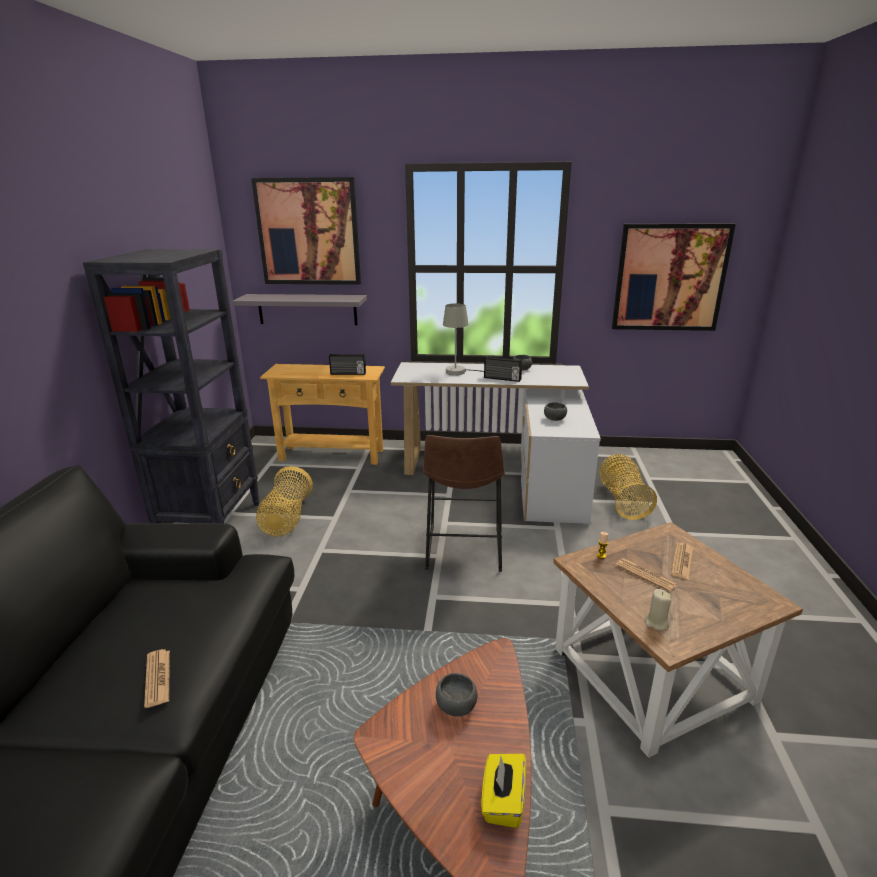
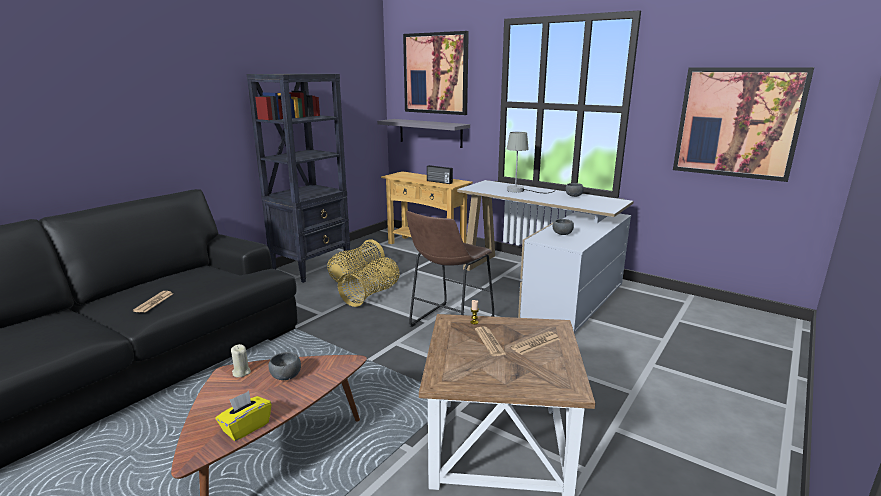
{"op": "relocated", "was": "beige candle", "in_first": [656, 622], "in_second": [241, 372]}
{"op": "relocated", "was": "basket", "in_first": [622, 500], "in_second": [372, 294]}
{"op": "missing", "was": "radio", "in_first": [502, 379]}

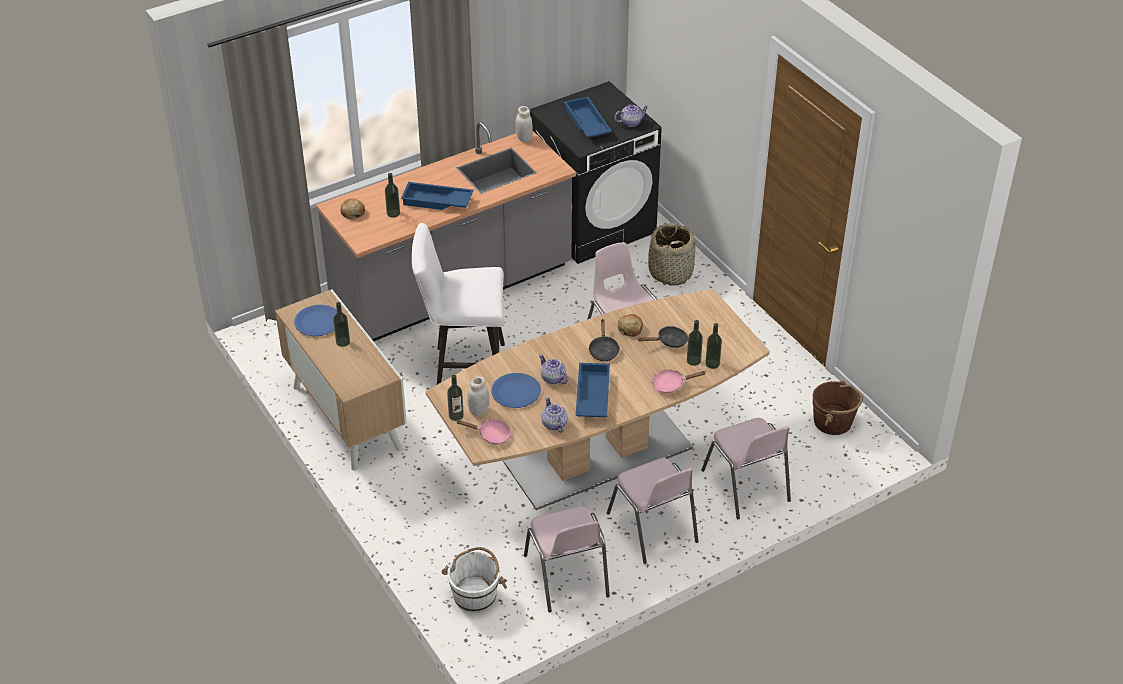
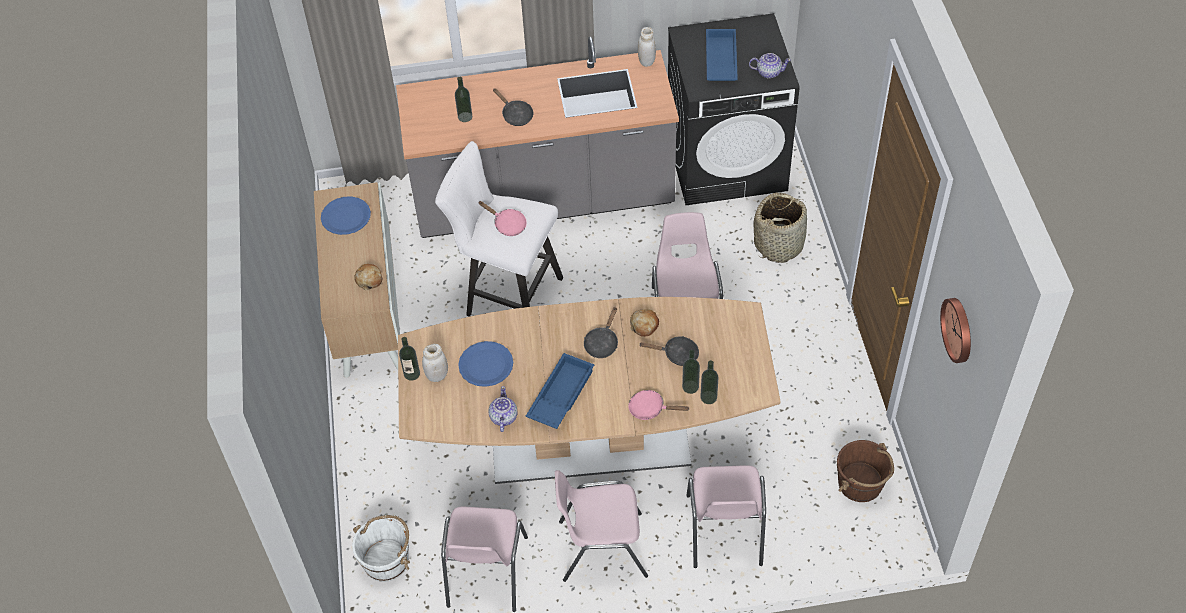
{"op": "relocated", "was": "bread", "in_first": [352, 212], "in_second": [369, 279]}
{"op": "relocated", "was": "pink frying pan", "in_first": [491, 435], "in_second": [507, 224]}
{"op": "exchanged", "was": "blue tray", "now": "black frying pan", "in_first": [436, 201], "in_second": [515, 115]}
{"op": "spun", "was": "pink chair", "in_first": [653, 528], "in_second": [601, 547], "clockwise": 90}
{"op": "appeared", "now": "wall clock", "in_second": [959, 329]}
{"op": "missing", "was": "bottle", "in_first": [343, 342]}
{"op": "missing", "was": "teapot", "in_first": [553, 378]}

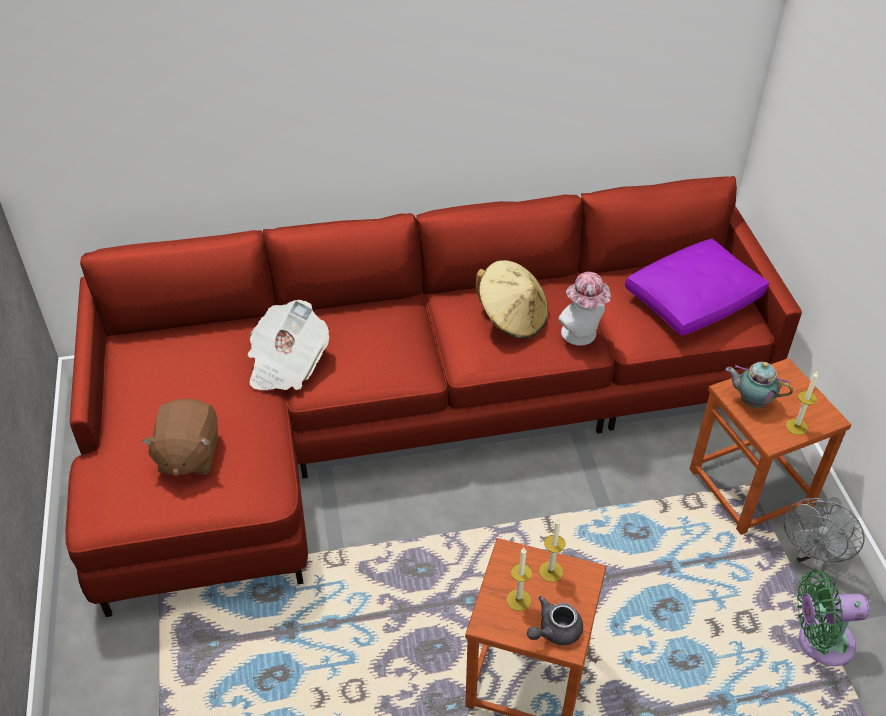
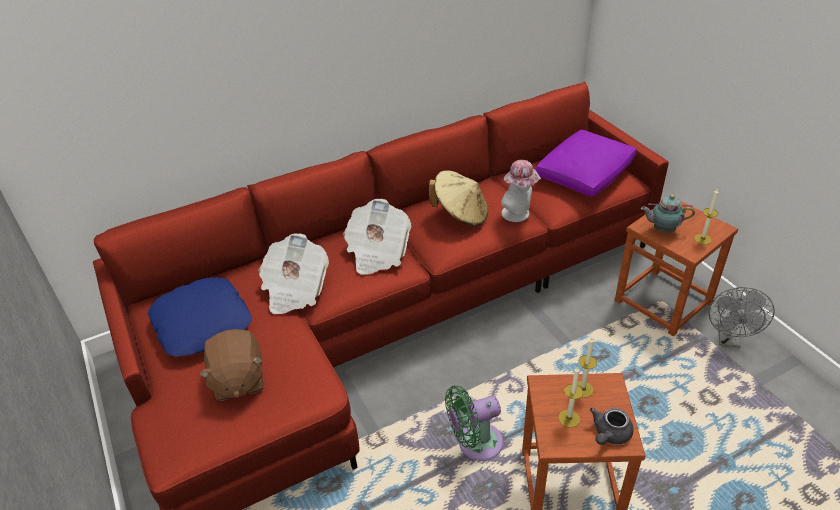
{"op": "appeared", "now": "blue pillow", "in_second": [203, 323]}
{"op": "appeared", "now": "newspaper", "in_second": [377, 252]}
{"op": "relocated", "was": "green fan", "in_first": [819, 642], "in_second": [475, 444]}

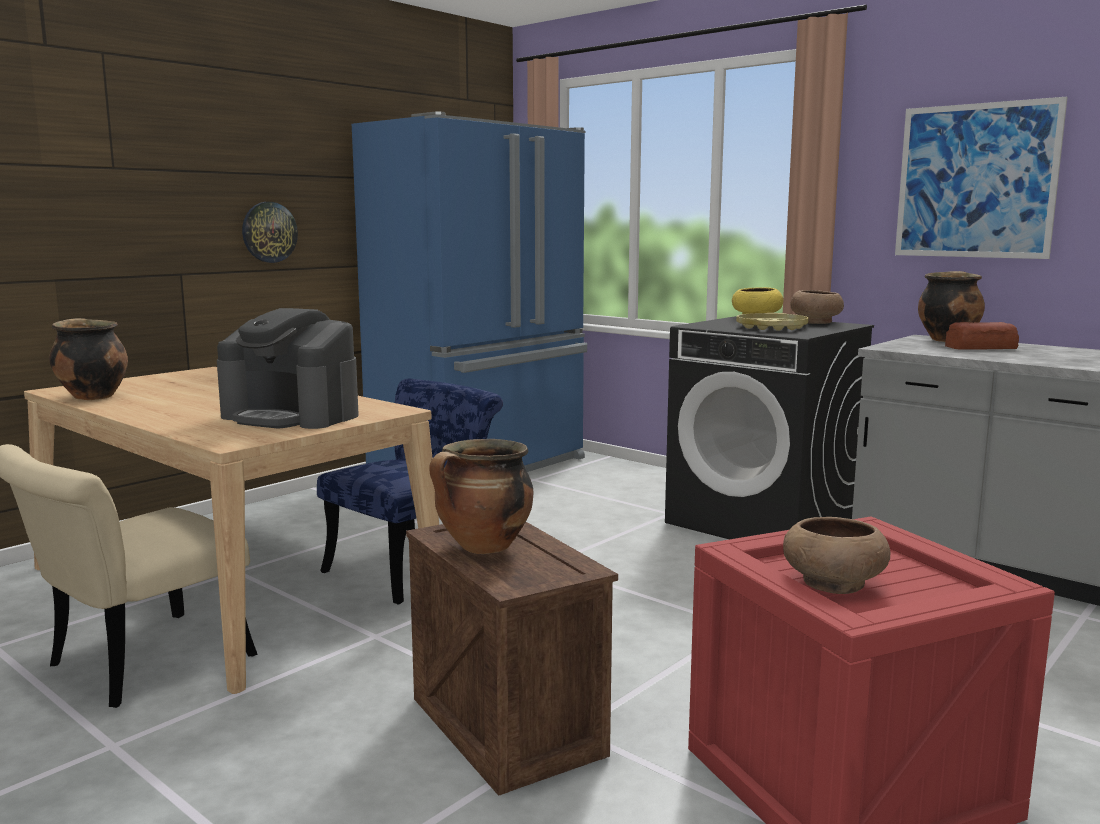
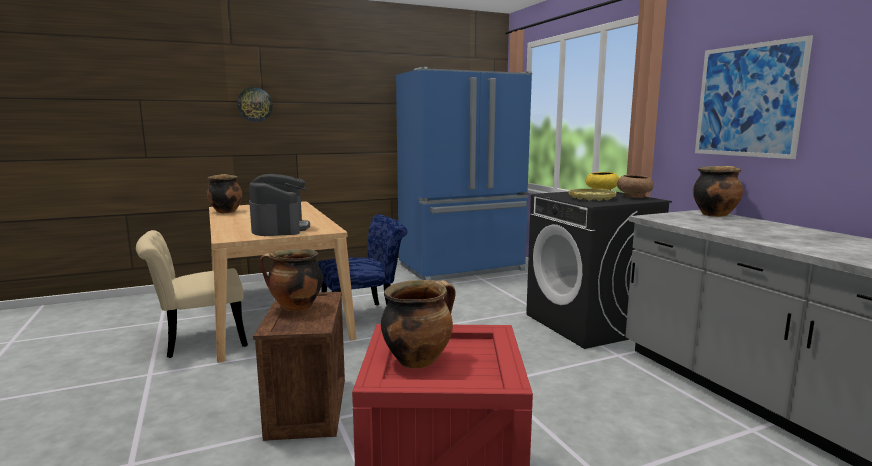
{"op": "relocated", "was": "wall clock", "in_first": [269, 232], "in_second": [254, 104]}
{"op": "spun", "was": "coffee machine", "in_first": [292, 416], "in_second": [280, 228], "clockwise": -150}
{"op": "exchanged", "was": "brown bowl", "now": "cooking pot", "in_first": [832, 583], "in_second": [418, 360]}
{"op": "missing", "was": "bread", "in_first": [981, 347]}

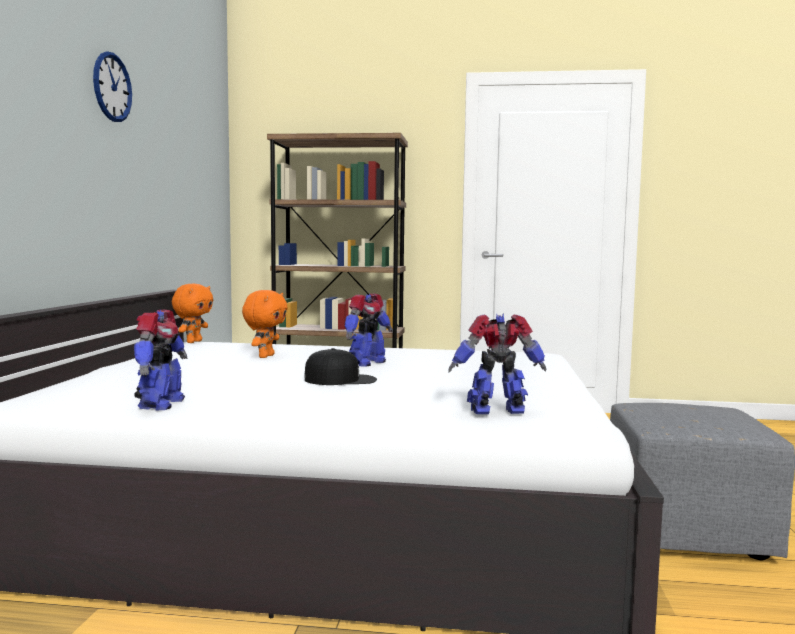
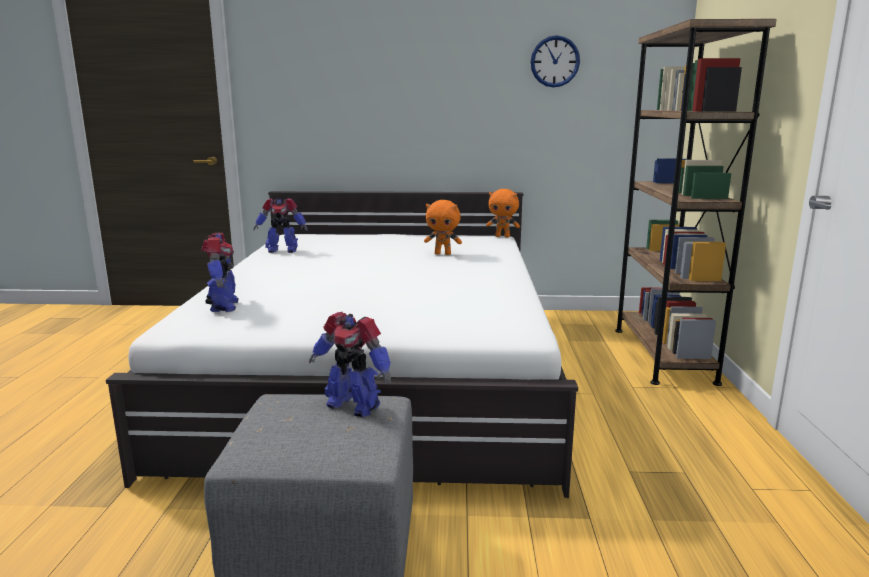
{"op": "relocated", "was": "toy robot", "in_first": [366, 363], "in_second": [353, 405]}
{"op": "relocated", "was": "wall clock", "in_first": [112, 87], "in_second": [555, 61]}
{"op": "missing", "was": "black cap", "in_first": [341, 379]}

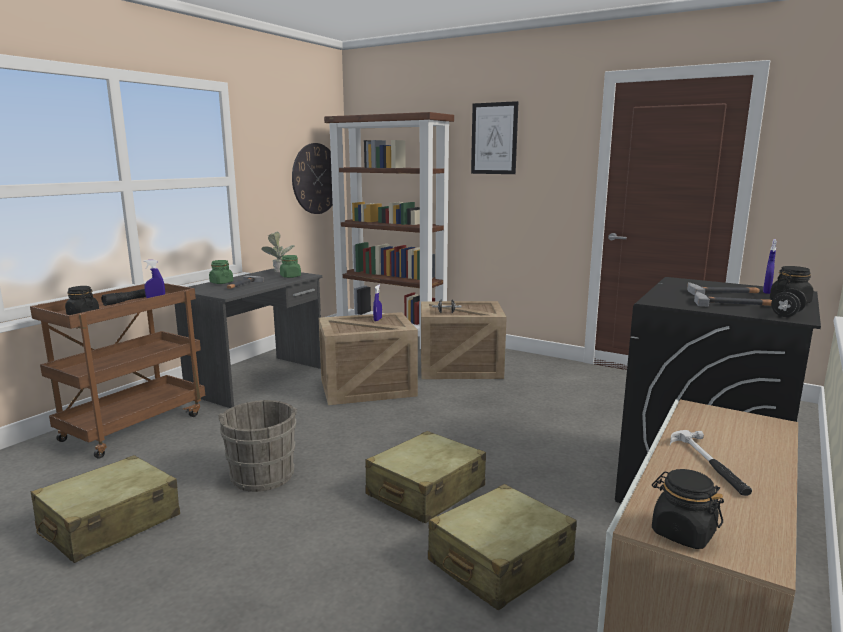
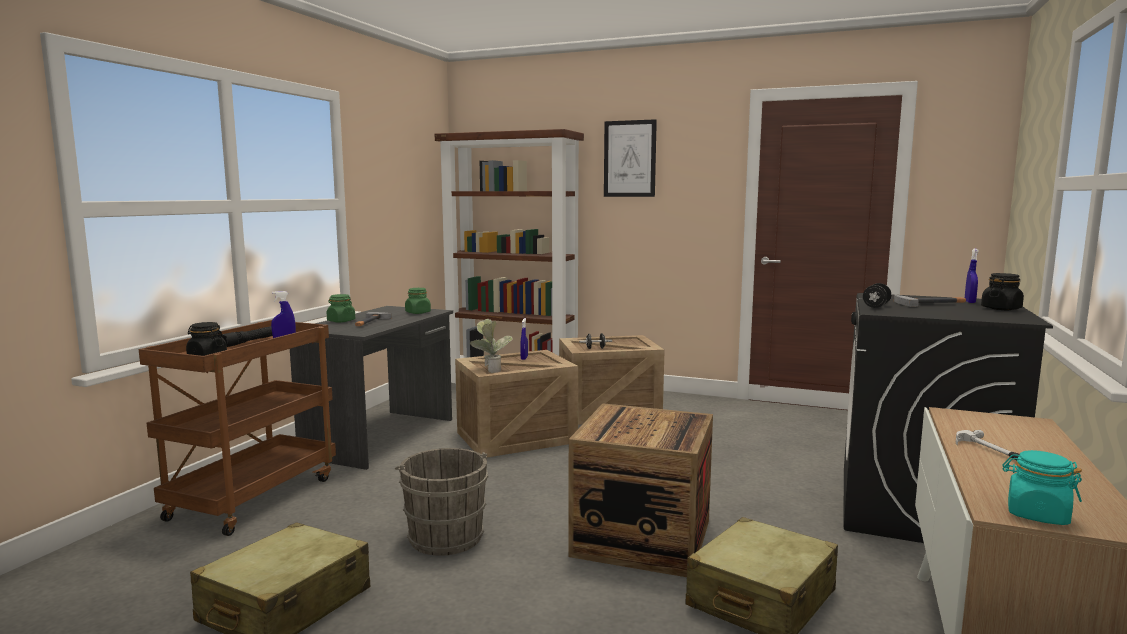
{"op": "relocated", "was": "potted plant", "in_first": [279, 270], "in_second": [490, 370]}
{"op": "exchanged", "was": "beige suitcase", "now": "crate", "in_first": [425, 491], "in_second": [642, 538]}
{"op": "relocated", "was": "black dumbbell", "in_first": [786, 315], "in_second": [876, 306]}
{"op": "colour", "was": "black jar", "now": "turquoise jar", "in_first": [682, 533], "in_second": [1036, 514]}
{"op": "missing", "was": "wall clock", "in_first": [316, 179]}
{"op": "missing", "was": "hammer", "in_first": [732, 304]}

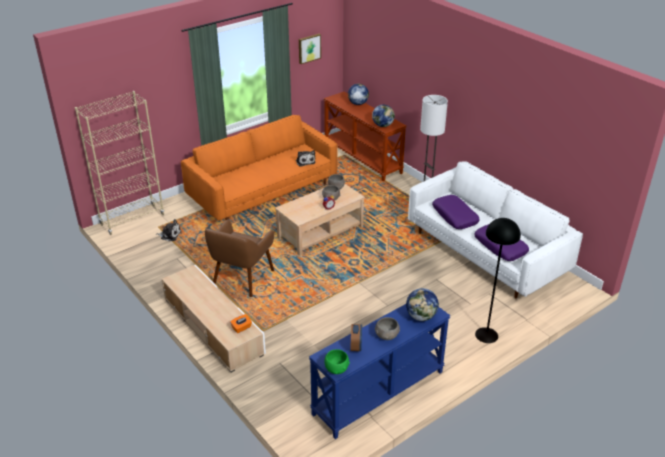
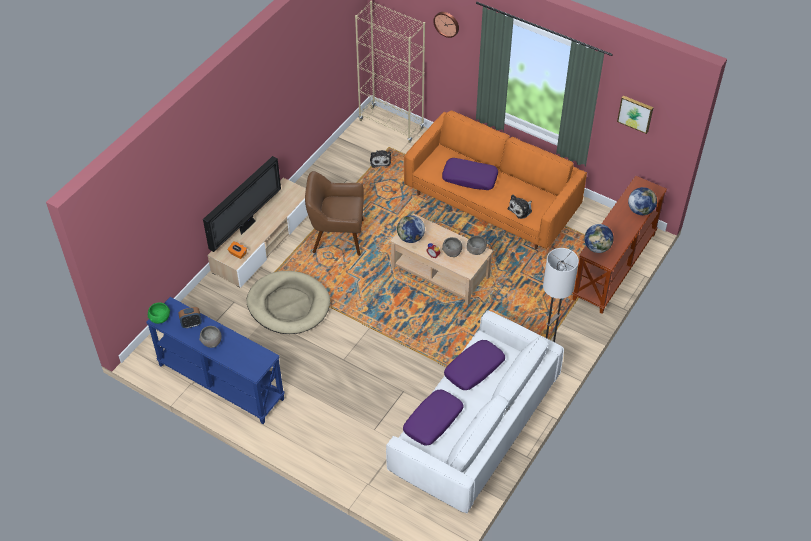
{"op": "appeared", "now": "television", "in_second": [247, 225]}
{"op": "appeared", "now": "beige dog bed", "in_second": [288, 305]}
{"op": "relocated", "was": "globe", "in_first": [421, 316], "in_second": [410, 238]}
{"op": "appeared", "now": "wall clock", "in_second": [447, 23]}
{"op": "appeared", "now": "purple pillow", "in_second": [470, 178]}
{"op": "missing", "was": "black floor lamp", "in_first": [486, 335]}

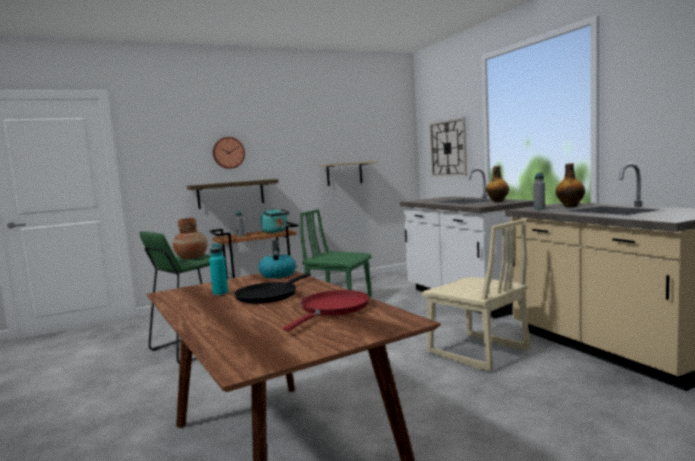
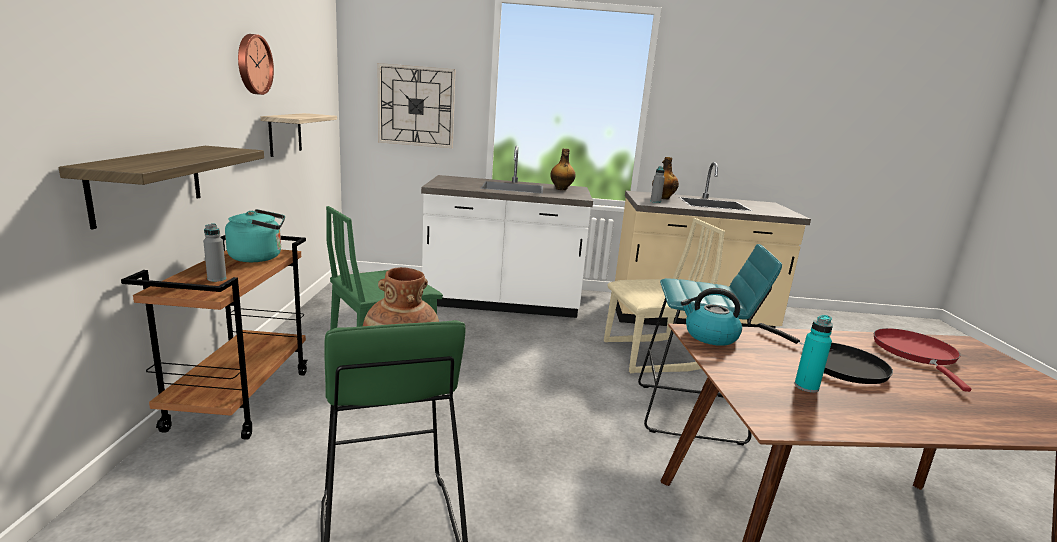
{"op": "relocated", "was": "wall clock", "in_first": [228, 153], "in_second": [253, 64]}
{"op": "appeared", "now": "turquoise stool", "in_second": [690, 413]}
{"op": "spun", "was": "red frying pan", "in_first": [332, 309], "in_second": [916, 354], "clockwise": 45}

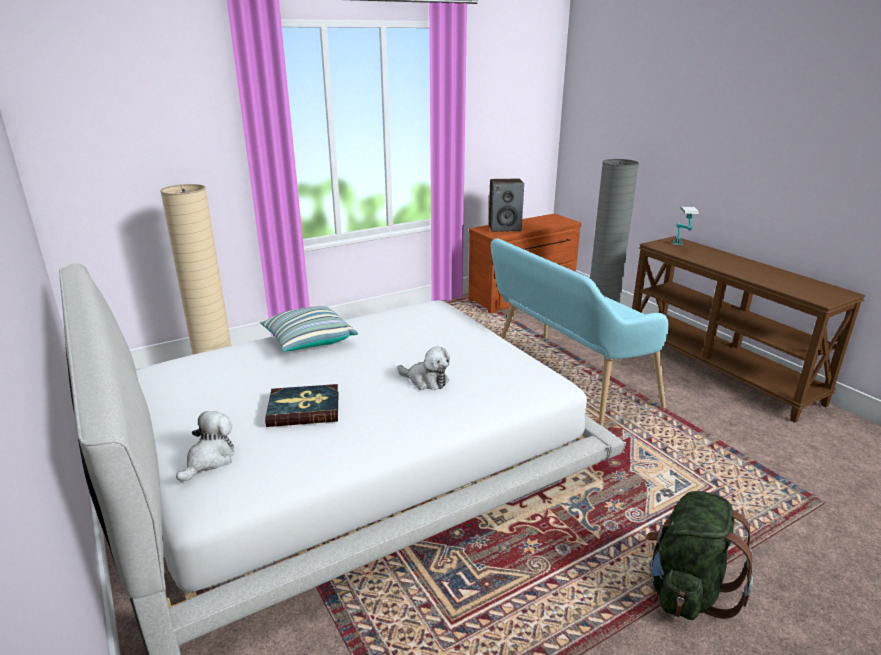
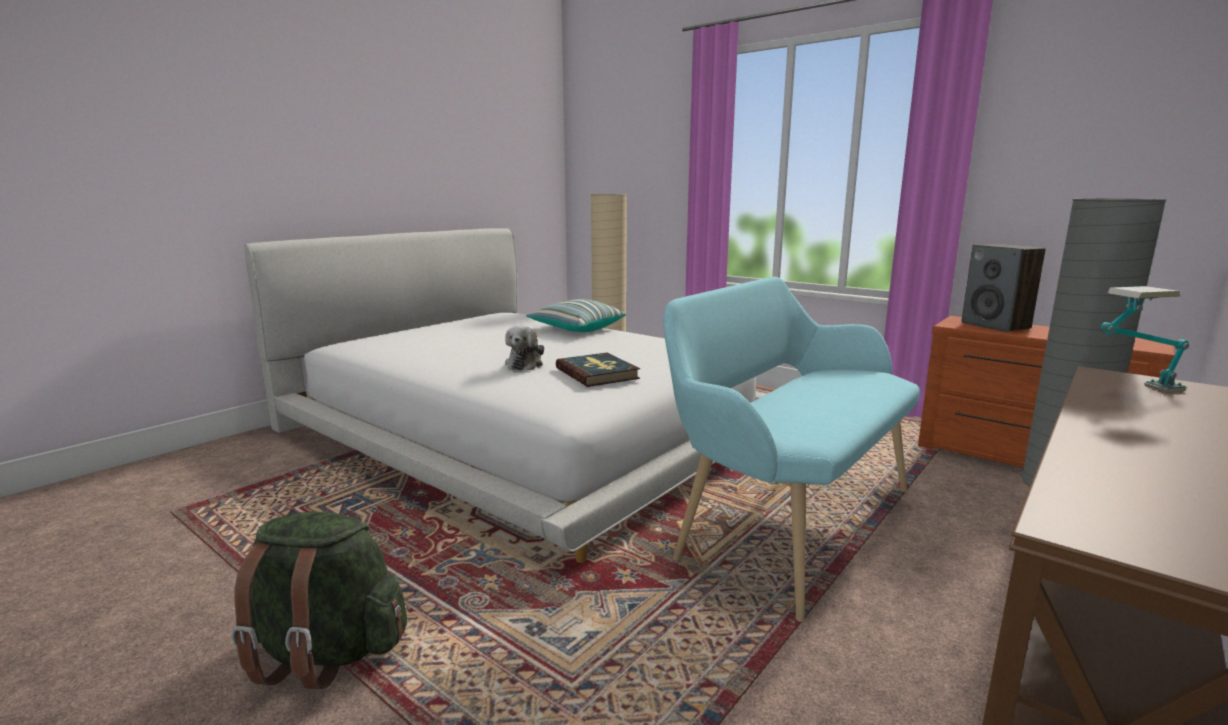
{"op": "relocated", "was": "book", "in_first": [304, 409], "in_second": [597, 373]}
{"op": "missing", "was": "plush toy", "in_first": [209, 460]}

